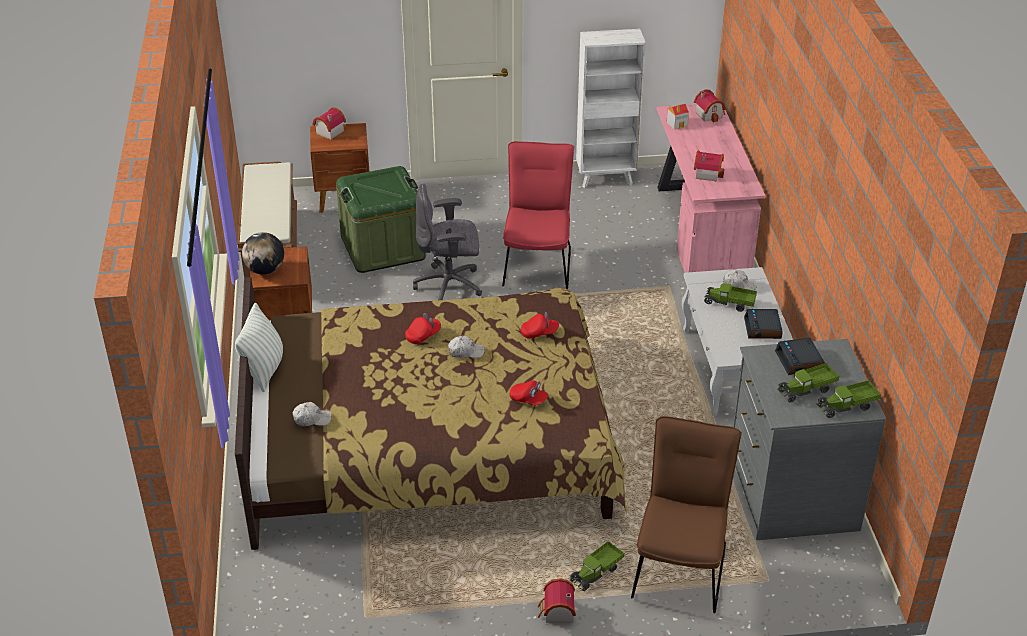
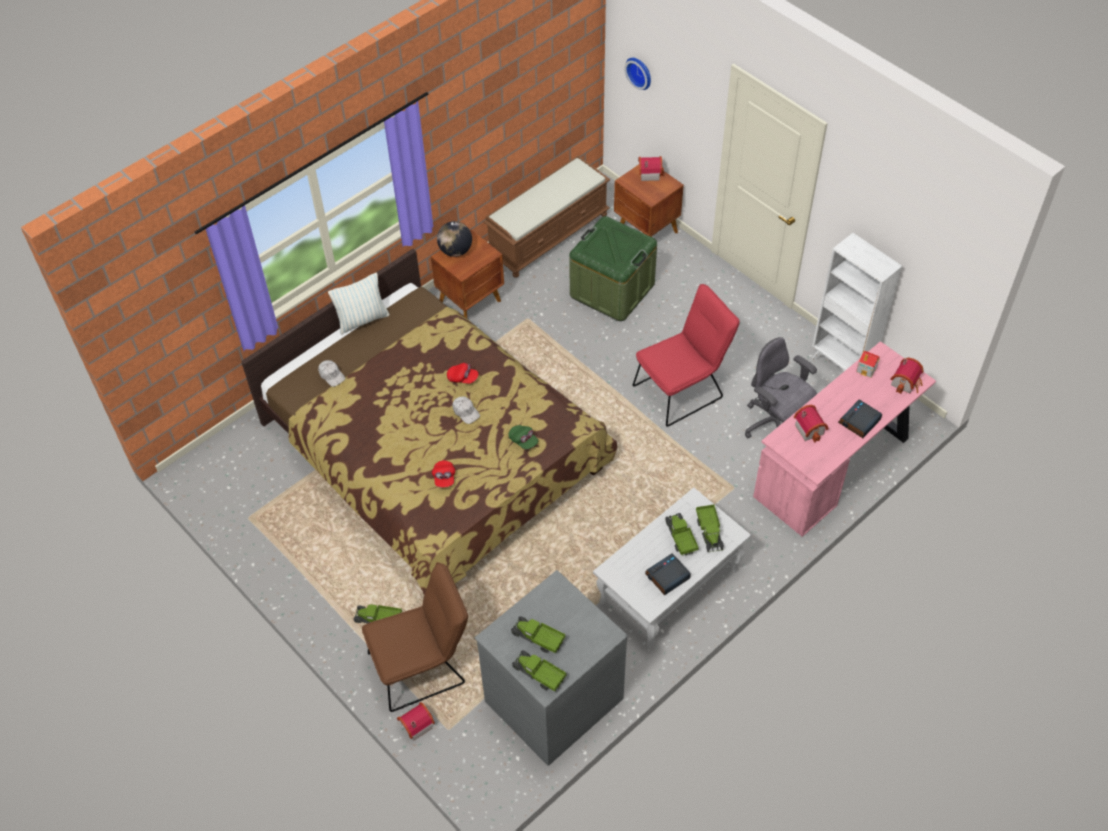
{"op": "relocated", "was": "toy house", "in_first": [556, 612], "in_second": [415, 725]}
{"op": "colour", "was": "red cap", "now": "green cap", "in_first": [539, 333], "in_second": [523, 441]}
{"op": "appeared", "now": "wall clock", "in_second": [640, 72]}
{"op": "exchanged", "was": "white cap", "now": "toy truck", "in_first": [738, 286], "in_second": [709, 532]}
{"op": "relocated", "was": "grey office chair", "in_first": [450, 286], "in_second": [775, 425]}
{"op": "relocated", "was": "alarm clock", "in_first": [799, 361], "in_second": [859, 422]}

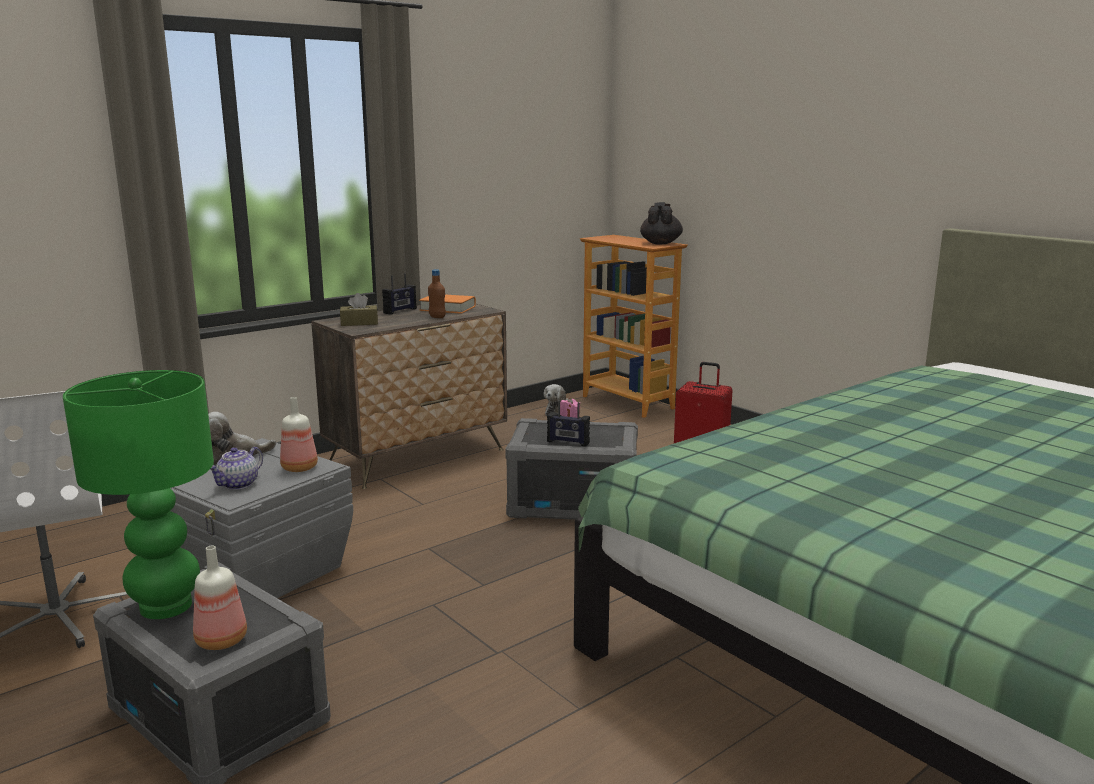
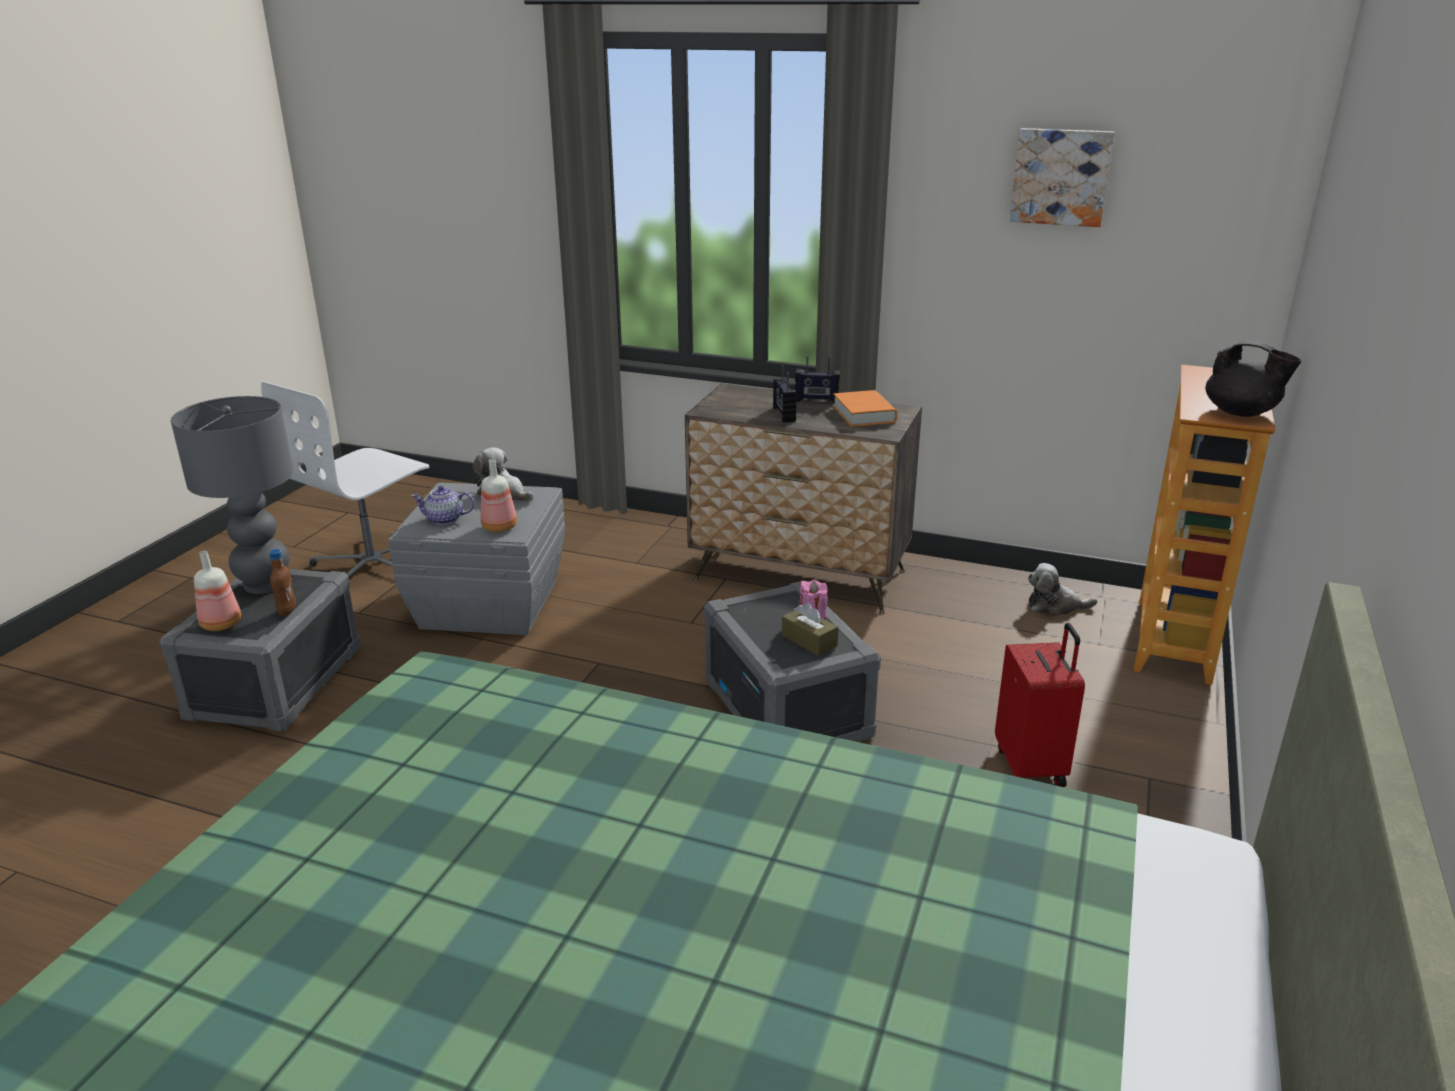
{"op": "colour", "was": "green table lamp", "now": "grey table lamp", "in_first": [167, 606], "in_second": [265, 584]}
{"op": "relocated", "was": "brown bottle", "in_first": [437, 317], "in_second": [287, 611]}
{"op": "relocated", "was": "radio", "in_first": [568, 442], "in_second": [783, 414]}
{"op": "relocated", "was": "brown tissue box", "in_first": [359, 323], "in_second": [809, 640]}
{"op": "appeared", "now": "picture", "in_second": [1061, 176]}
{"op": "spun", "was": "black teapot", "in_first": [660, 243], "in_second": [1241, 413], "clockwise": 60}

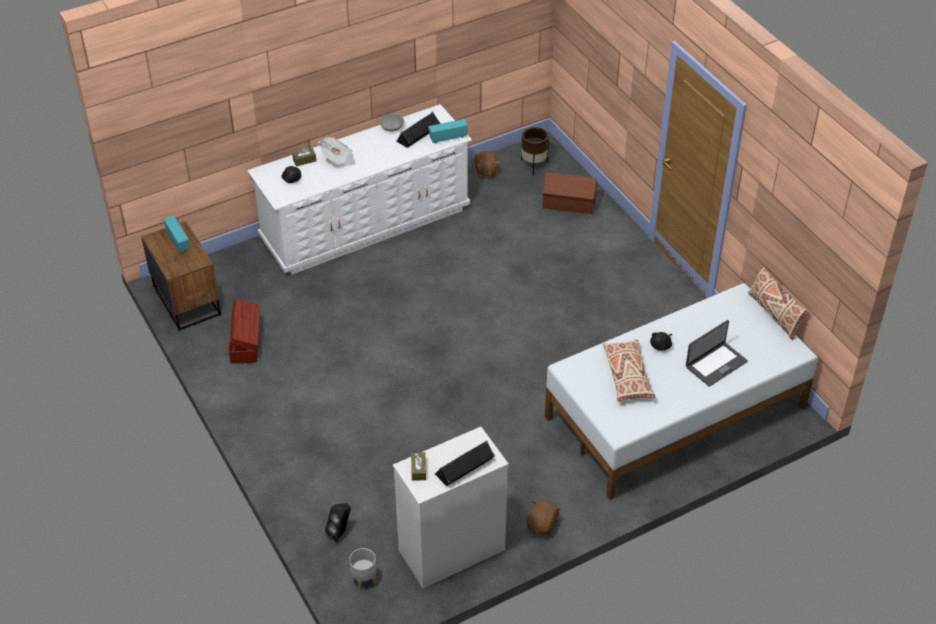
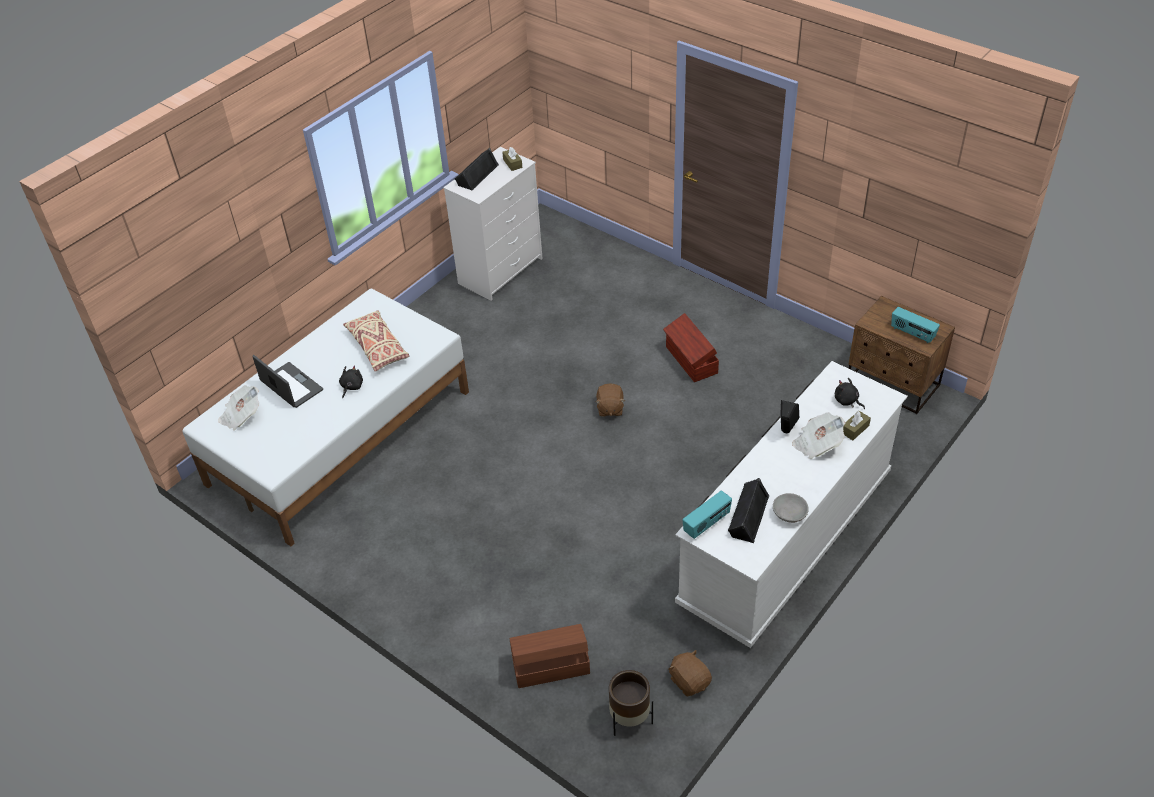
{"op": "appeared", "now": "newspaper", "in_second": [241, 416]}
{"op": "spun", "was": "laptop", "in_first": [715, 364], "in_second": [291, 386], "clockwise": 105}
{"op": "relocated", "was": "brown plush toy", "in_first": [542, 525], "in_second": [610, 408]}
{"op": "relocated", "was": "brown storage box", "in_first": [246, 342], "in_second": [691, 360]}
{"op": "relocated", "was": "black speaker", "in_first": [340, 532], "in_second": [785, 432]}
{"op": "missing", "was": "grey planter", "in_first": [364, 579]}
{"op": "missing", "was": "beige pillow", "in_first": [774, 314]}

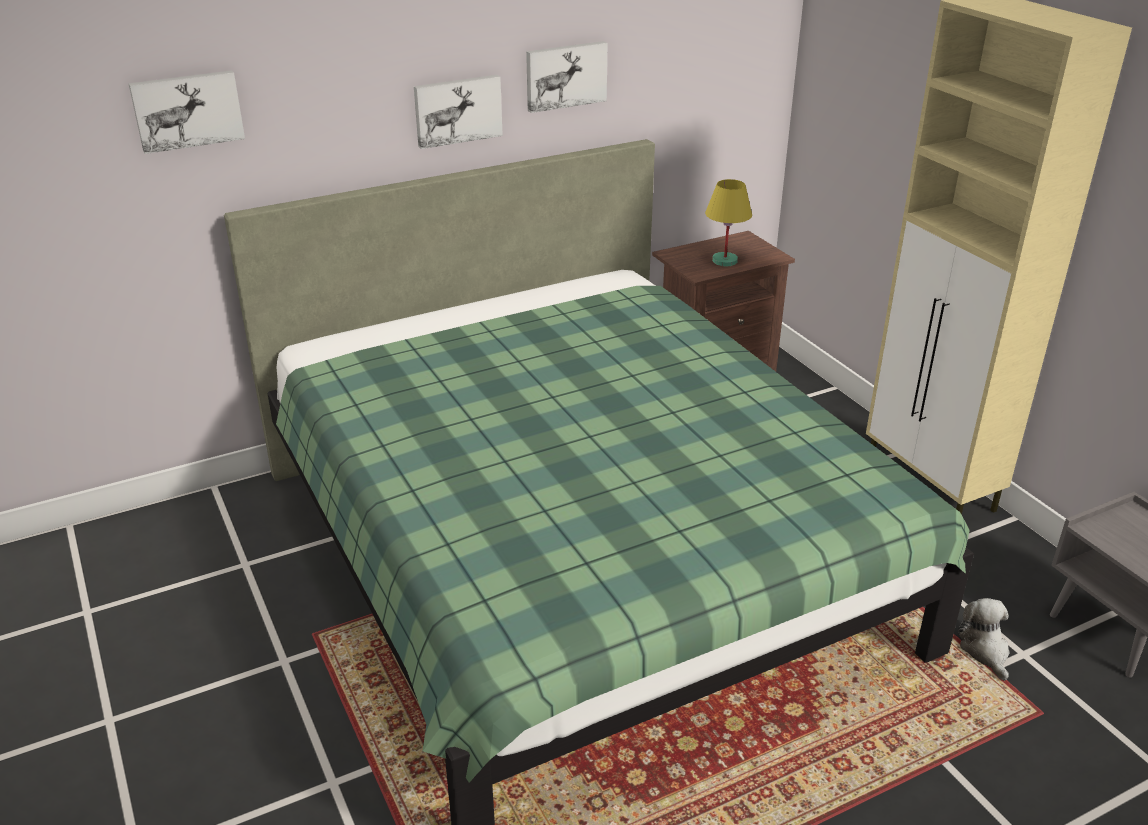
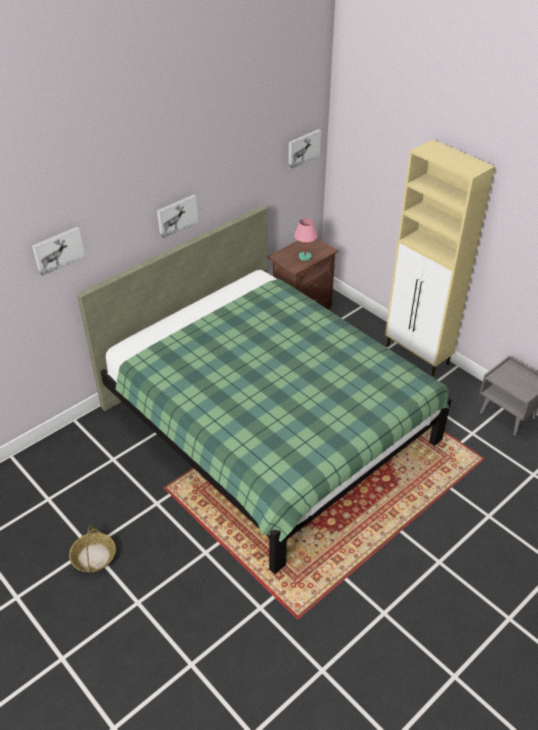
{"op": "appeared", "now": "basket", "in_second": [93, 556]}
{"op": "relocated", "was": "picture", "in_first": [565, 75], "in_second": [303, 148]}
{"op": "colour", "was": "yellow table lamp", "now": "pink table lamp", "in_first": [724, 261], "in_second": [304, 257]}
{"op": "missing", "was": "plush toy", "in_first": [985, 651]}

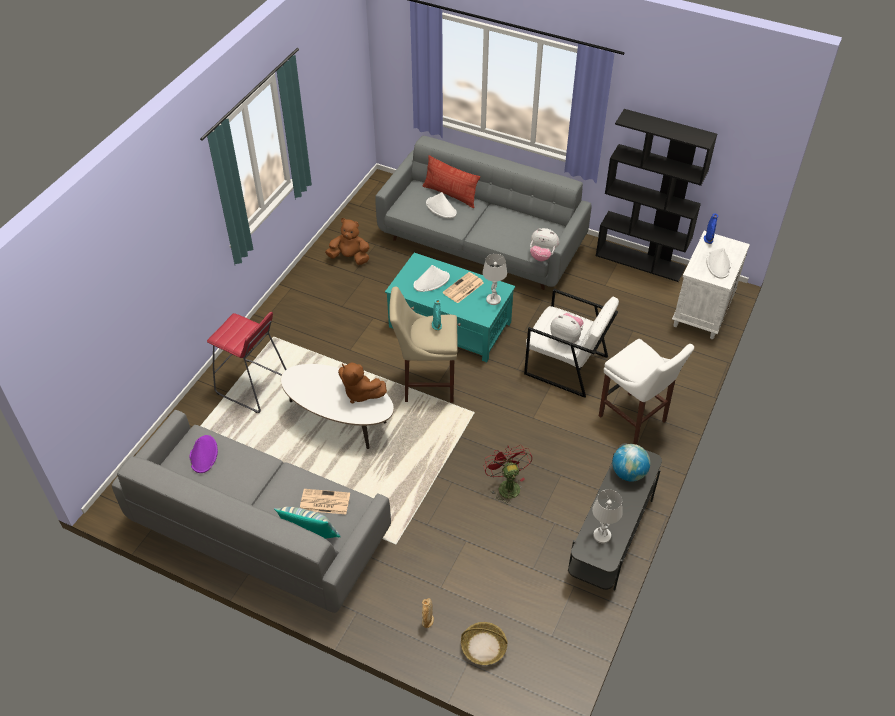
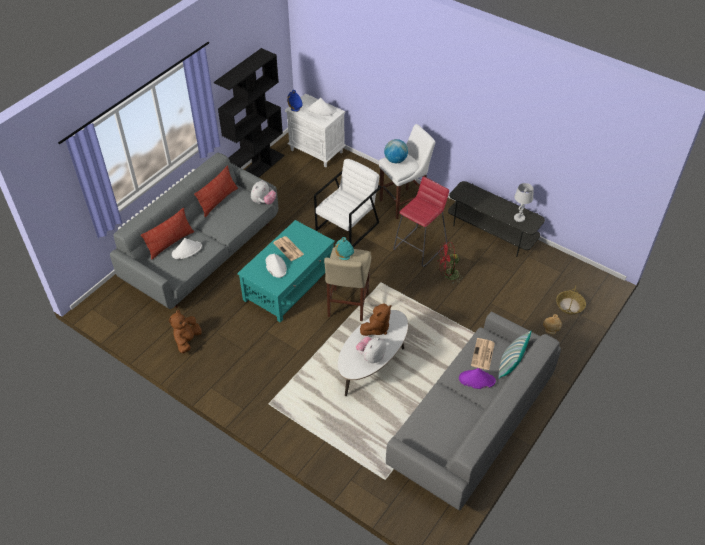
{"op": "appeared", "now": "pillow", "in_second": [218, 201]}
{"op": "relocated", "was": "plush toy", "in_first": [566, 338], "in_second": [371, 356]}
{"op": "relocated", "was": "globe", "in_first": [628, 473], "in_second": [395, 160]}
{"op": "relocated", "was": "red stool", "in_first": [252, 386], "in_second": [420, 247]}
{"op": "relocated", "was": "purple hat", "in_first": [203, 454], "in_second": [476, 380]}
{"op": "missing", "was": "white table lamp", "in_first": [493, 299]}

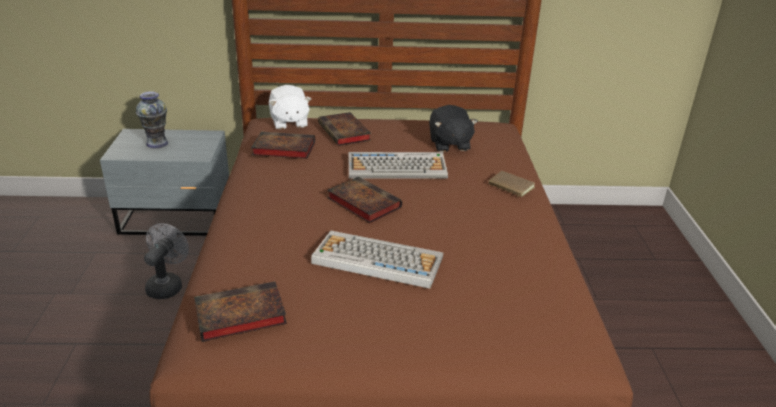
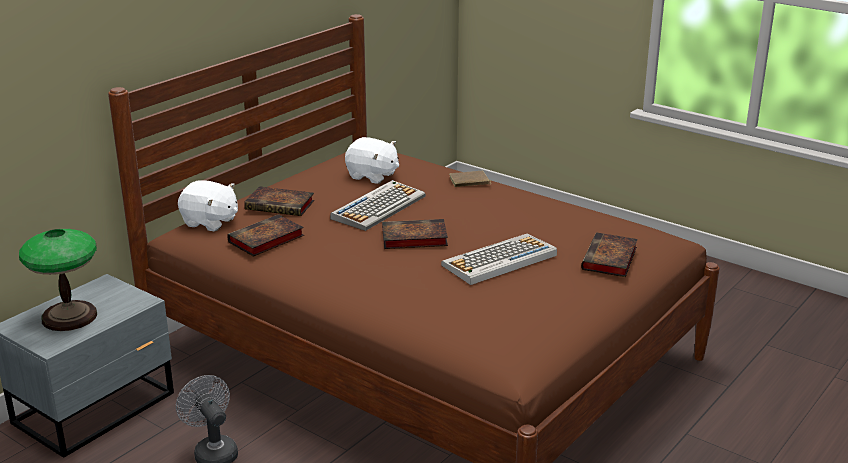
{"op": "exchanged", "was": "vase", "now": "table lamp", "in_first": [157, 143], "in_second": [69, 316]}
{"op": "colour", "was": "black plush toy", "now": "white plush toy", "in_first": [449, 144], "in_second": [372, 176]}
{"op": "relocated", "was": "book", "in_first": [238, 316], "in_second": [610, 260]}

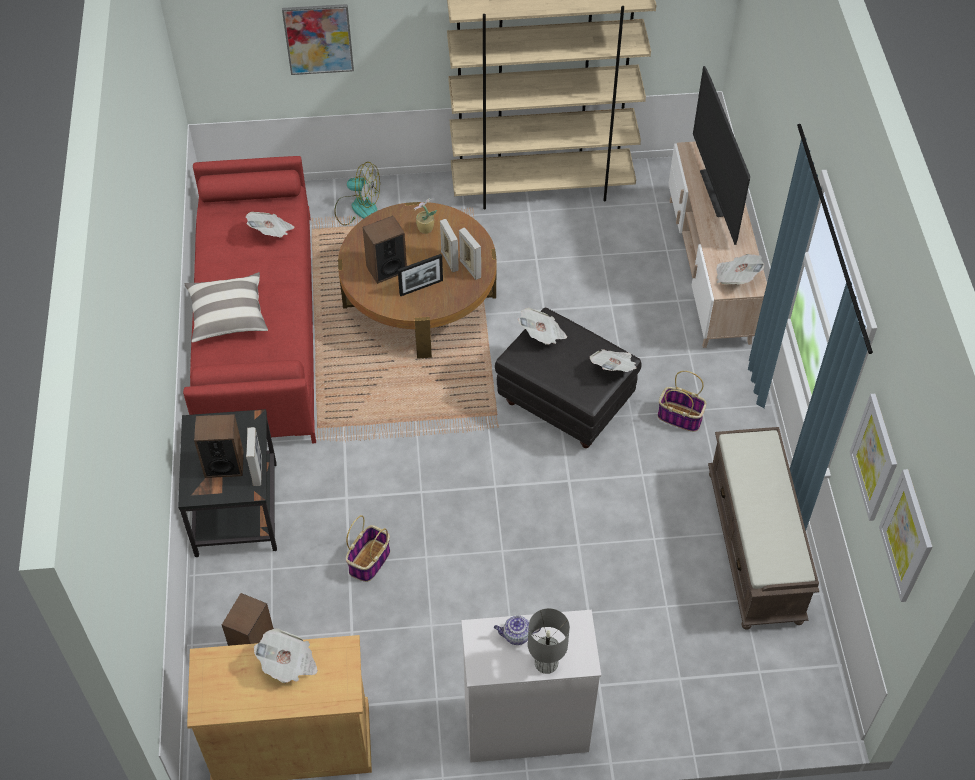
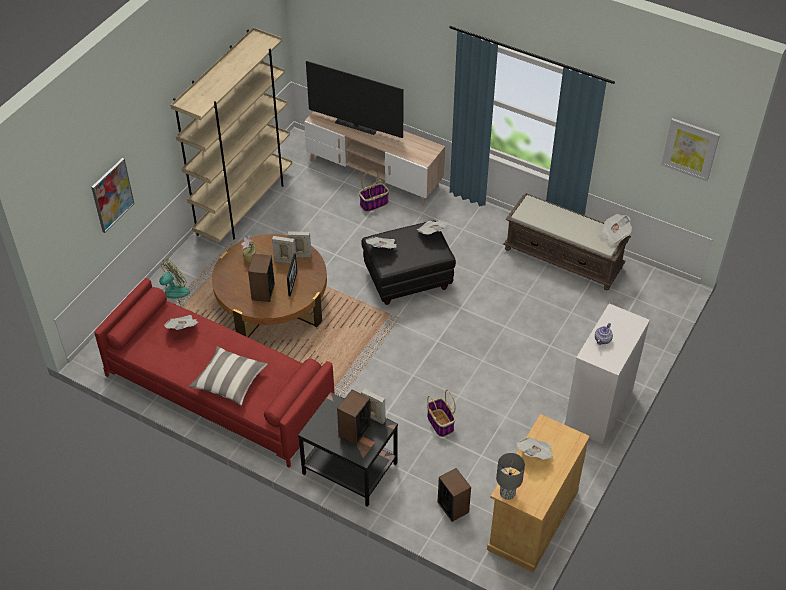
{"op": "relocated", "was": "basket", "in_first": [680, 417], "in_second": [374, 203]}
{"op": "relocated", "was": "grey table lamp", "in_first": [546, 663], "in_second": [507, 493]}
{"op": "relocated", "was": "newspaper", "in_first": [736, 277], "in_second": [612, 236]}
{"op": "missing", "was": "picture", "in_first": [874, 457]}

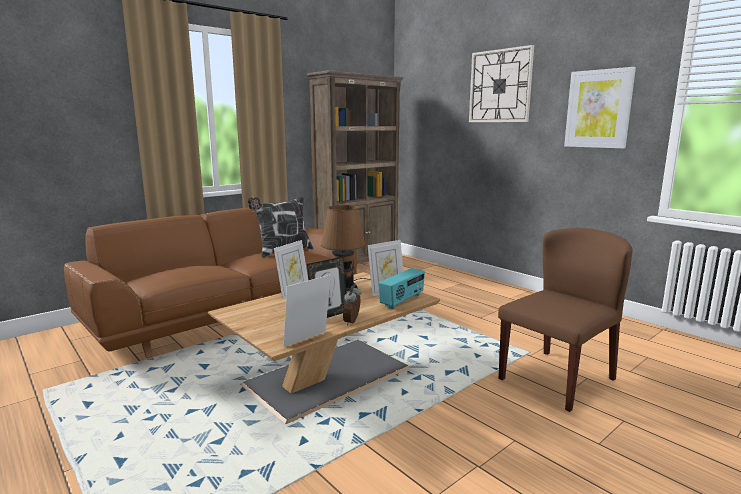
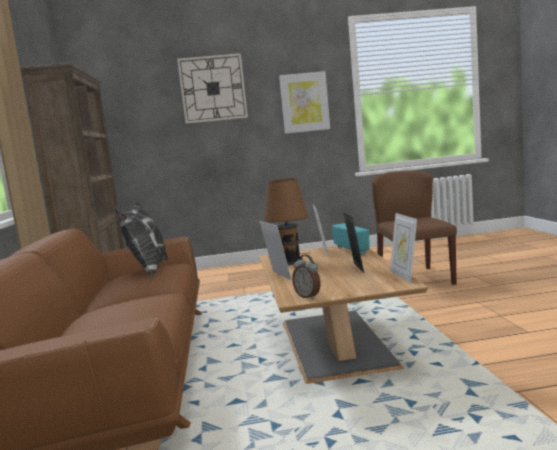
{"op": "relocated", "was": "alarm clock", "in_first": [353, 322], "in_second": [308, 296]}

